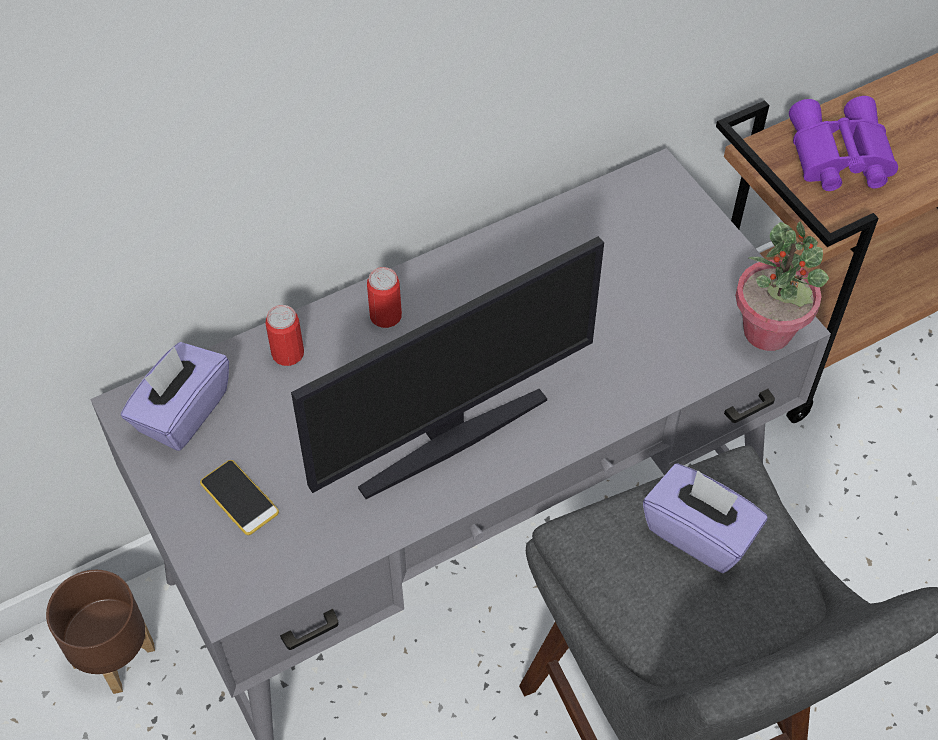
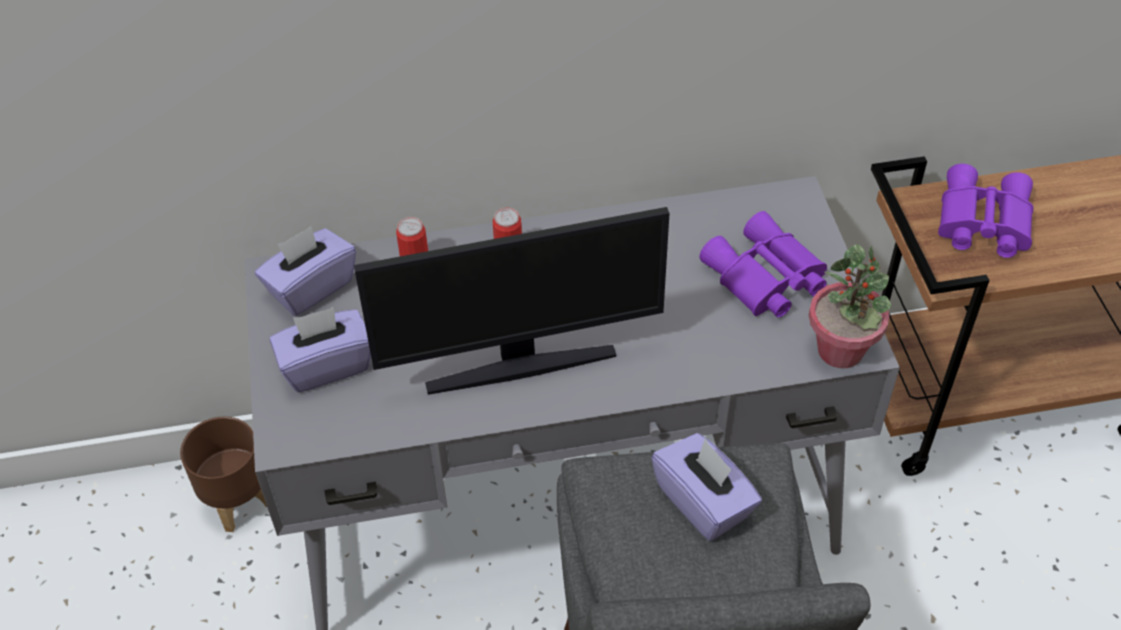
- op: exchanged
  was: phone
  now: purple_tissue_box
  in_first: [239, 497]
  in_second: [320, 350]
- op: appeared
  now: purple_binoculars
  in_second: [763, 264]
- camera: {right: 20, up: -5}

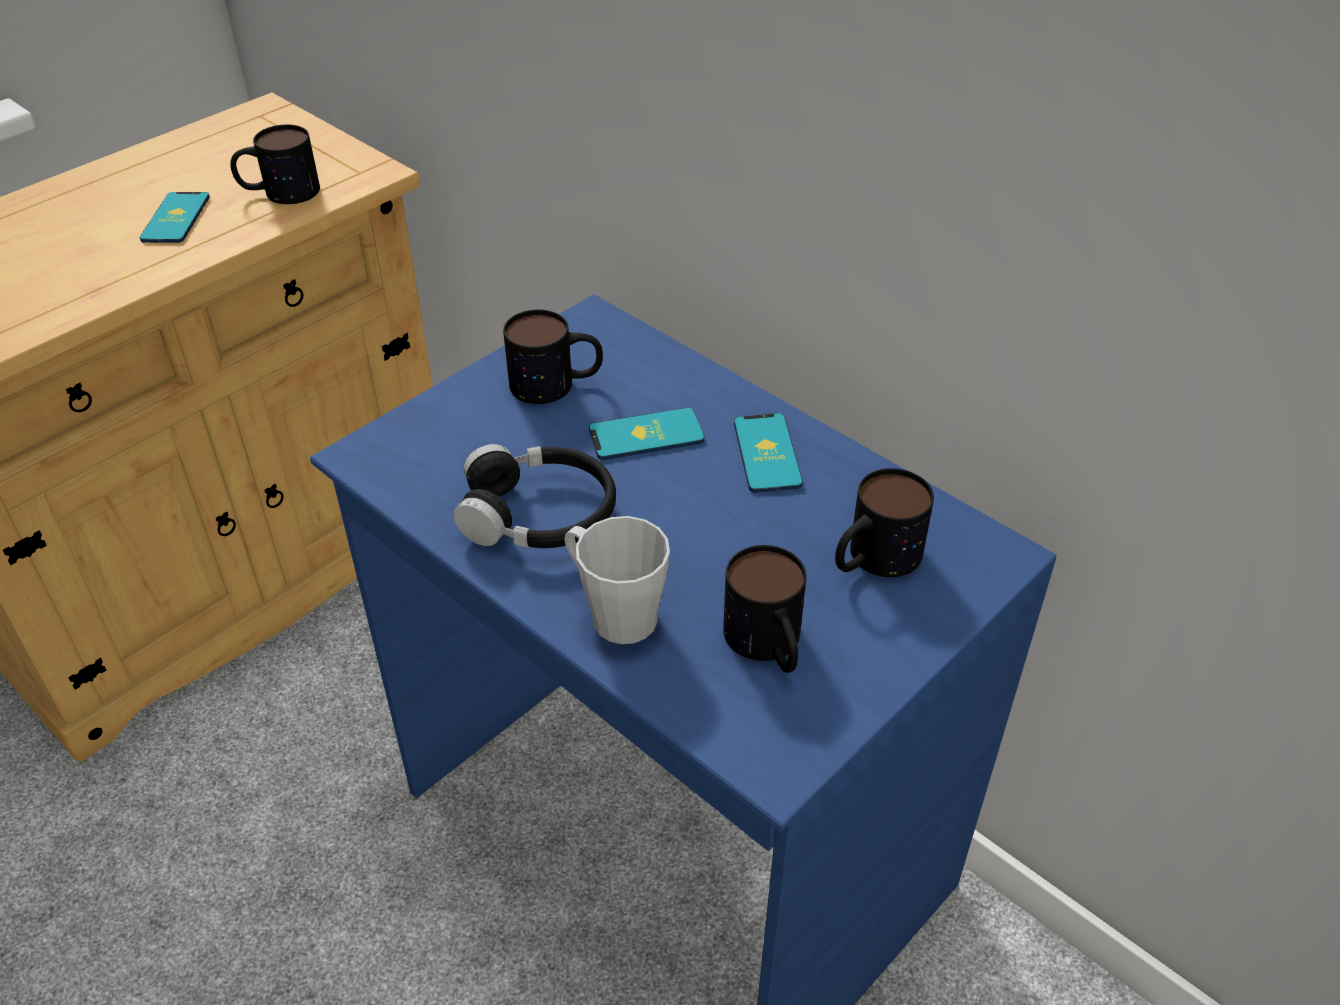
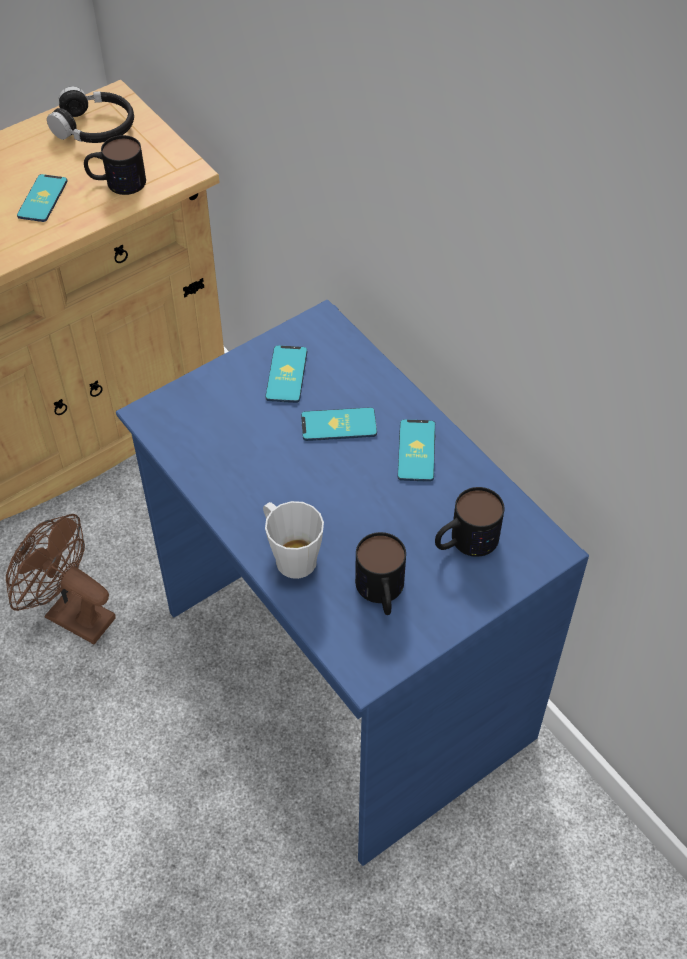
- op: relocated
  was: black_headphones
  in_first: [534, 496]
  in_second: [90, 115]
- op: exchanged
  was: mug
  now: phone
  in_first: [553, 357]
  in_second: [286, 374]
- op: appeared
  now: brown_fan
  in_second: [61, 579]
- camera: {right: 10, up: 10}

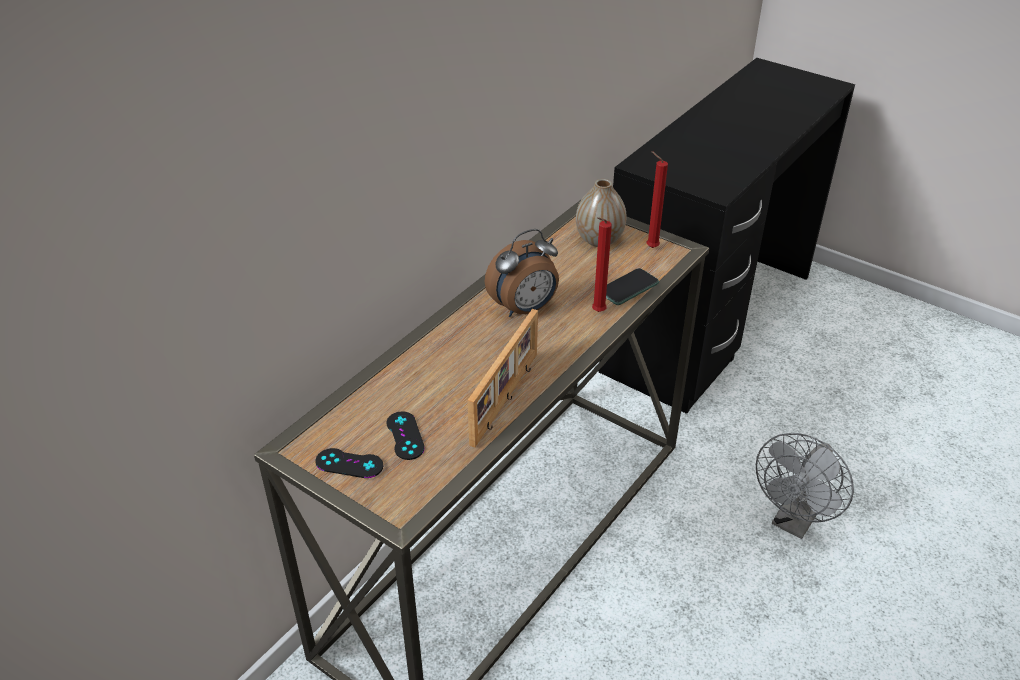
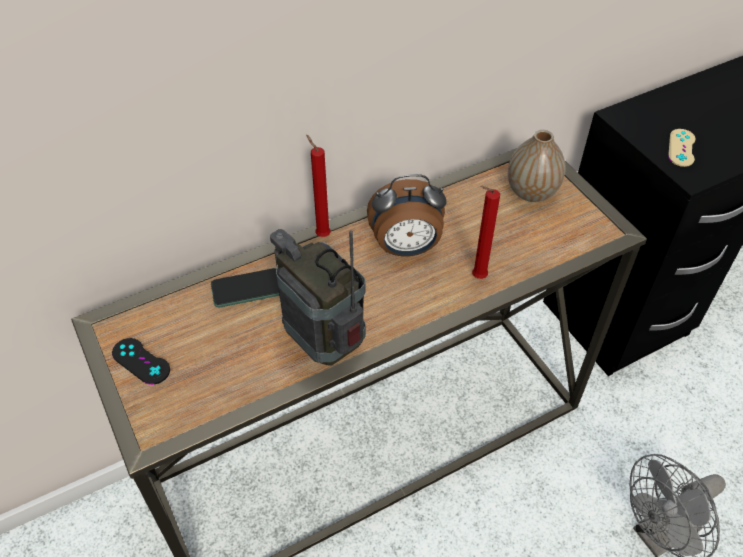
- op: missing
  was: black_game_controller
  in_first: [406, 435]
- op: exchanged
  was: picture_frame
  now: radio
  in_first: [502, 378]
  in_second: [318, 297]
- op: relocated
  was: phone
  in_first: [632, 286]
  in_second: [245, 287]
- op: relocated
  was: red_candle
  in_first: [657, 199]
  in_second: [318, 185]
- op: appeared
  now: beige_game_controller
  in_second: [682, 148]
- camera: {right: 25, up: 10}

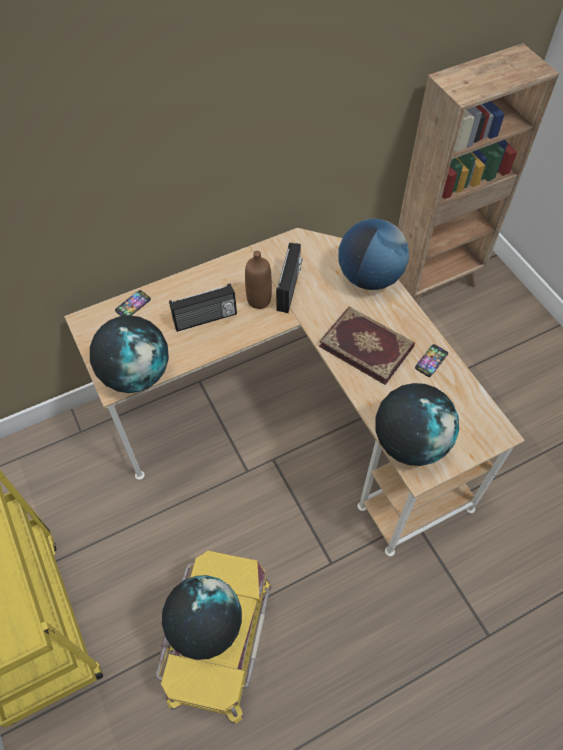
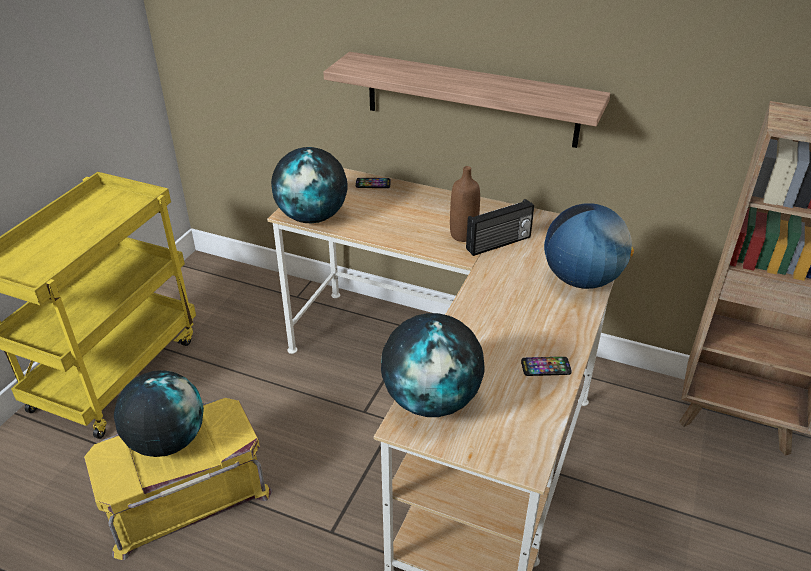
- op: missing
  was: radio
  in_first: [203, 307]
- op: missing
  was: book
  in_first: [367, 346]
- op: appeared
  now: shelf
  in_second: [466, 100]
- camera: {right: 50, up: -20}

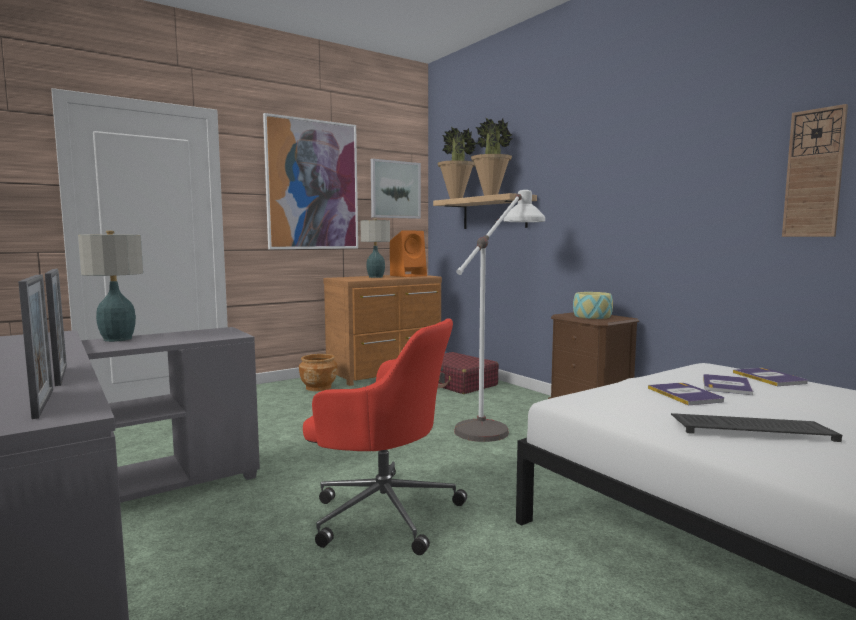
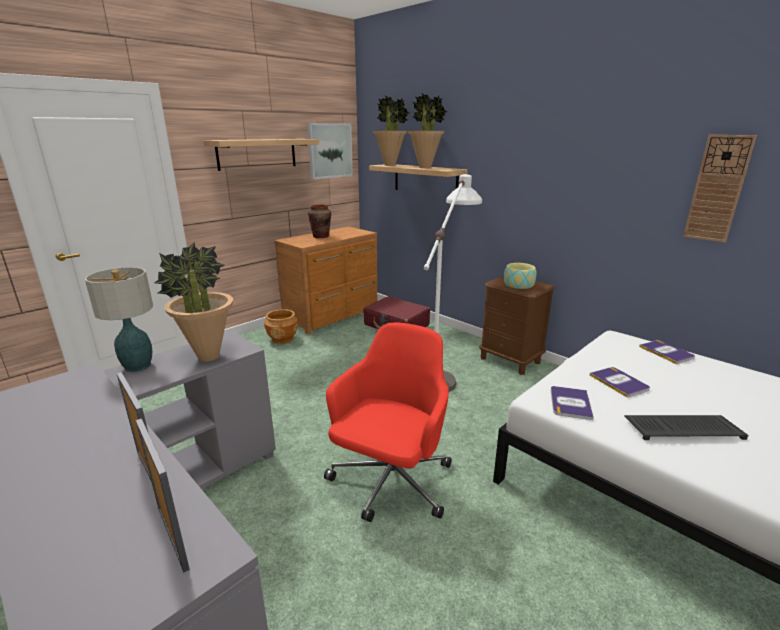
- op: exchanged
  was: picture
  now: shelf
  in_first: [310, 181]
  in_second: [261, 155]
- op: spun
  was: red_office_chair
  in_first: [385, 436]
  in_second: [388, 422]
  clockwise: -75
- op: exchanged
  was: table_lamp
  now: brown_vase
  in_first: [375, 248]
  in_second: [319, 221]
- op: missing
  was: orange_speaker
  in_first: [408, 253]
- op: relocated
  was: book
  in_first: [728, 384]
  in_second: [572, 403]
- op: appeared
  now: potted_plant
  in_second: [193, 302]
- camera: {right: -10, up: 15}

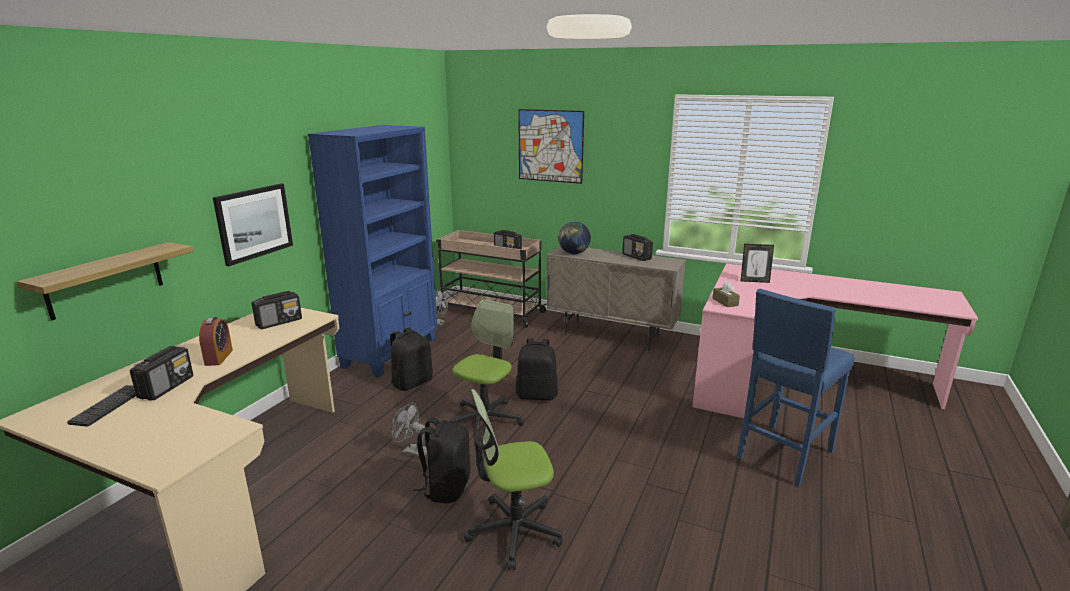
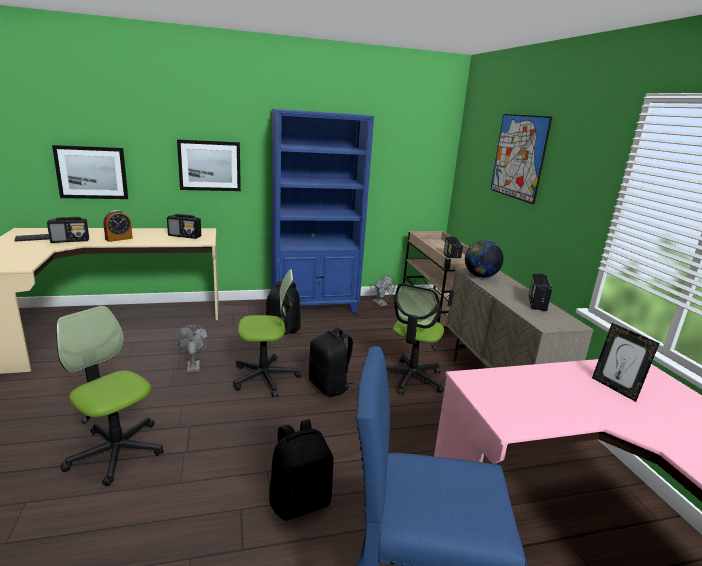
- op: exchanged
  was: shelf
  now: picture
  in_first: [105, 281]
  in_second: [90, 172]
- op: relocated
  was: black_backpack
  in_first: [442, 460]
  in_second: [301, 470]
- op: missing
  was: brown_tissue_box
  in_first: [726, 294]
- op: appeared
  now: office_chair
  in_second: [415, 339]
- camera: {right: 50, up: 0}

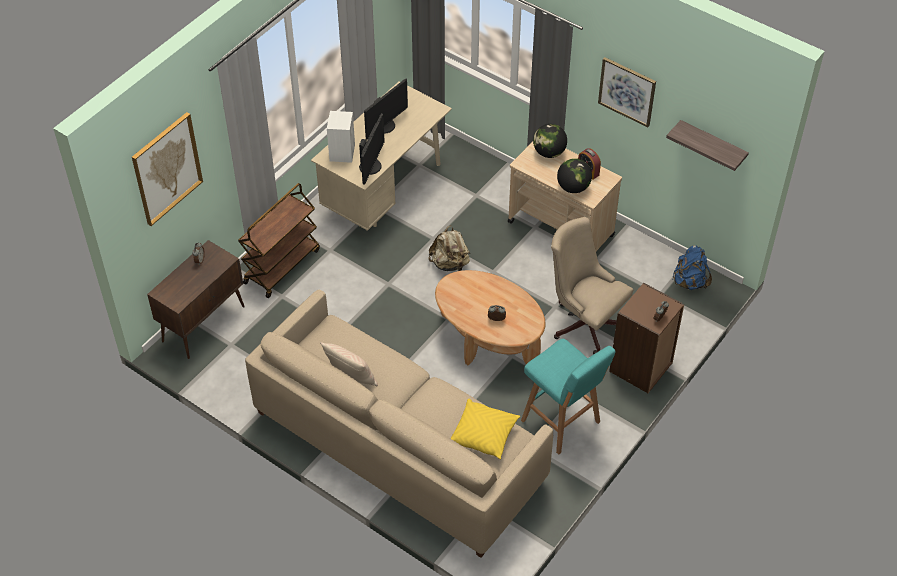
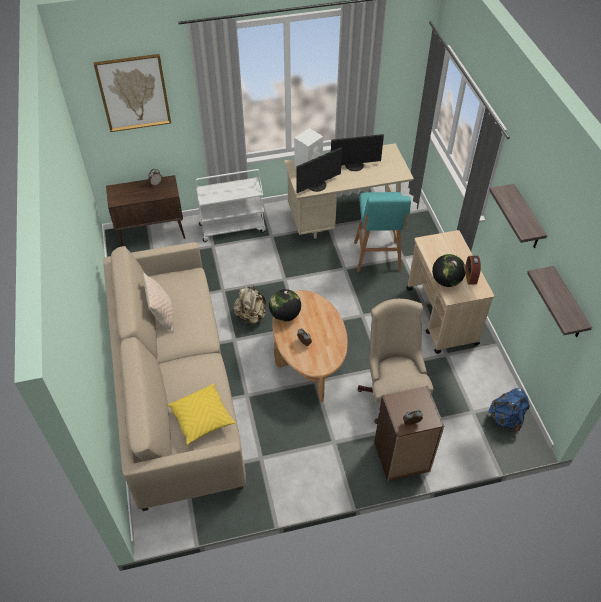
- op: colour
  was: brown_cart
  now: white_cart
  in_first: [279, 240]
  in_second: [231, 205]
- op: relocated
  was: beige_backpack
  in_first: [449, 248]
  in_second: [249, 305]
- op: relocated
  was: turquoise_stool
  in_first: [568, 397]
  in_second: [382, 232]
- op: relocated
  was: globe
  in_first: [550, 141]
  in_second: [285, 305]
- op: exchanged
  was: picture
  now: shelf
  in_first: [627, 92]
  in_second: [518, 216]
- camera: {right: 40, up: 0}

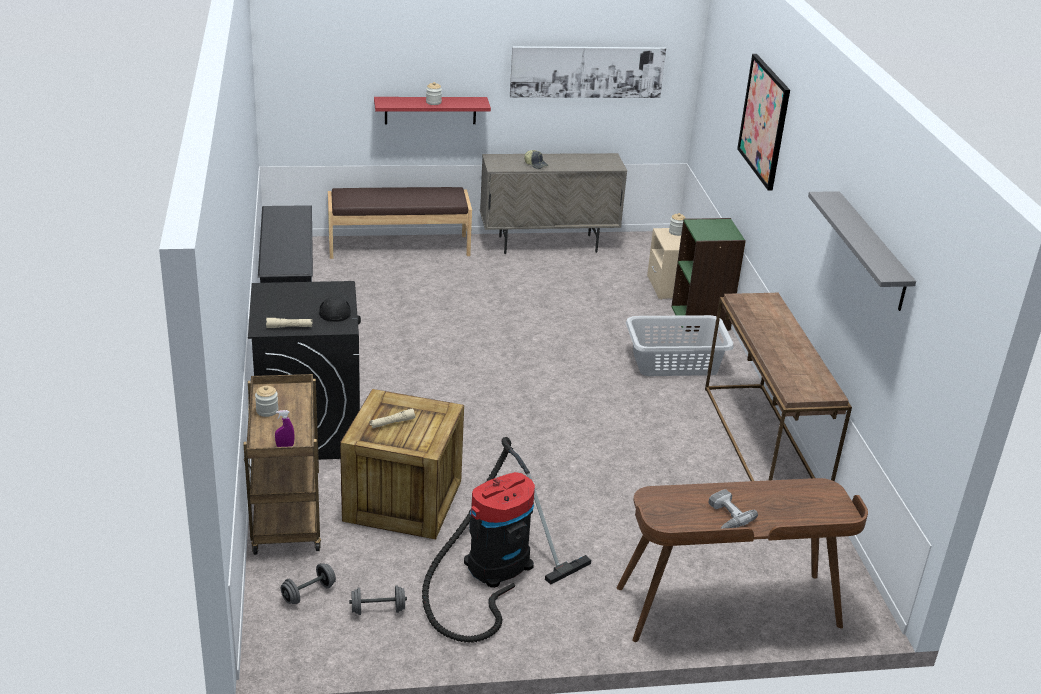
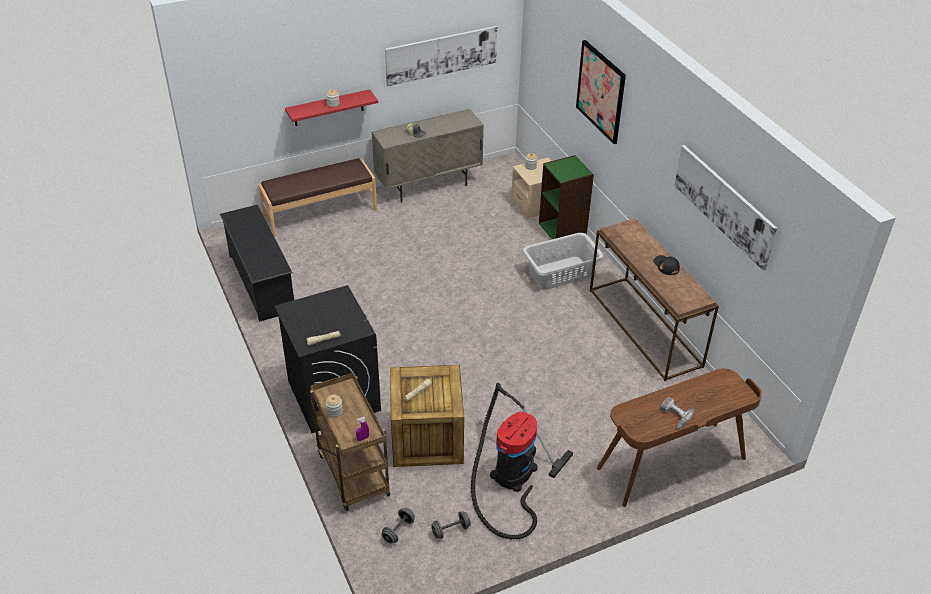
- op: relocated
  was: black_cap
  in_first: [335, 309]
  in_second: [666, 265]
- op: exchanged
  was: grey_shelf
  now: picture
  in_first: [862, 251]
  in_second: [725, 208]
- camera: {right: -15, up: 10}

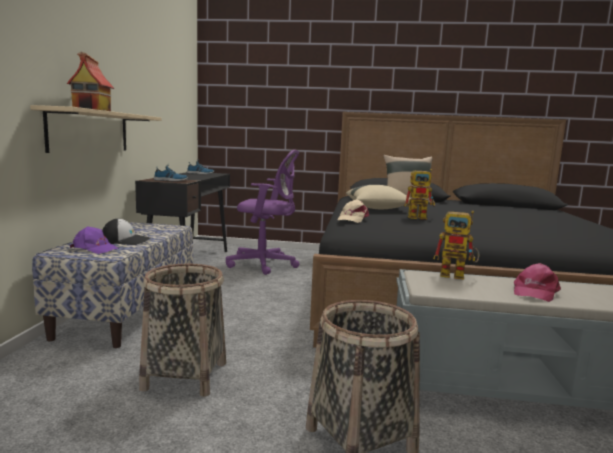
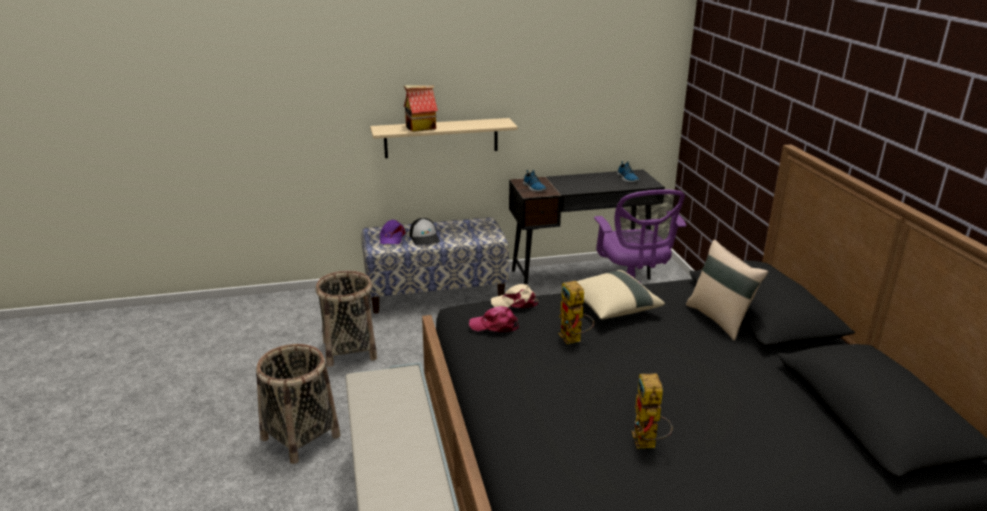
- op: relocated
  was: toy_robot
  in_first: [456, 245]
  in_second: [652, 411]
- op: relocated
  was: pink_cap
  in_first: [537, 282]
  in_second: [494, 319]
- camera: {right: 70, up: 15}

